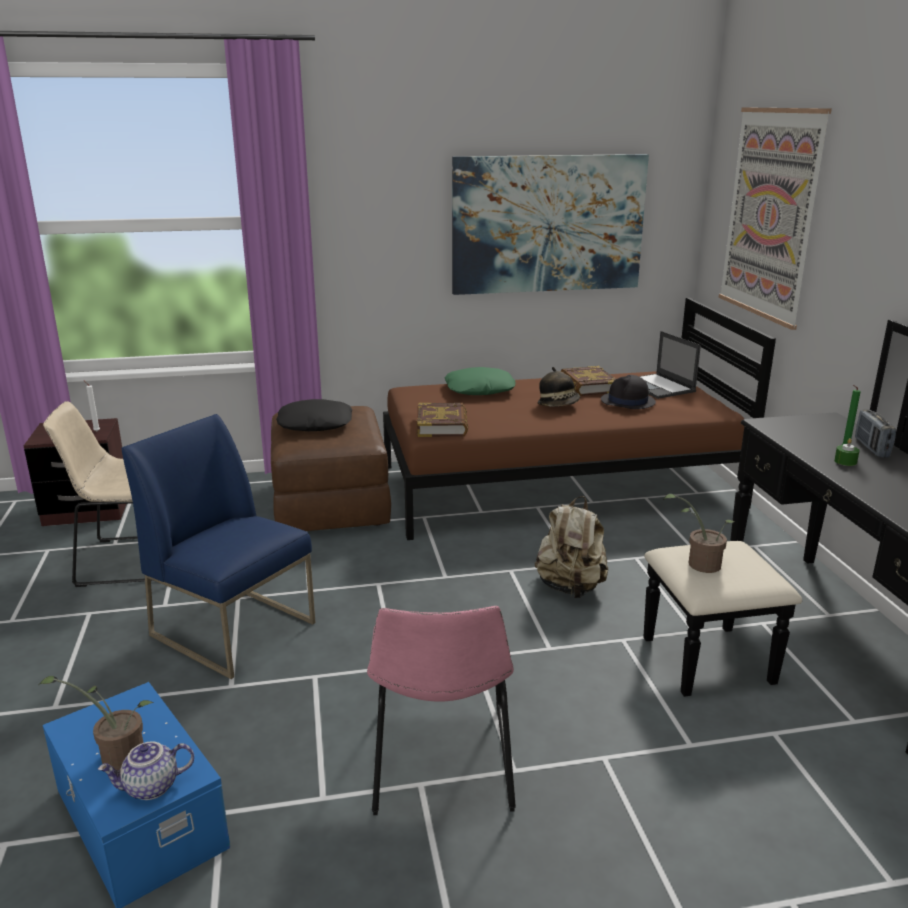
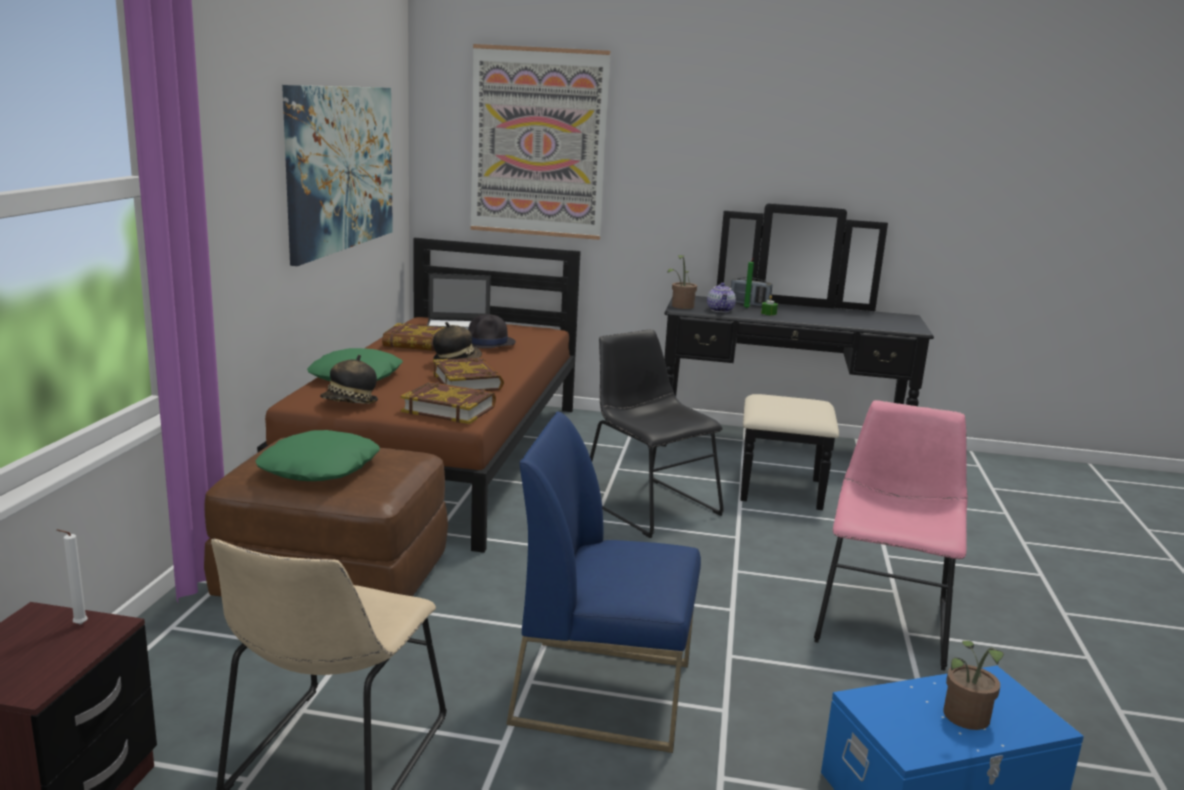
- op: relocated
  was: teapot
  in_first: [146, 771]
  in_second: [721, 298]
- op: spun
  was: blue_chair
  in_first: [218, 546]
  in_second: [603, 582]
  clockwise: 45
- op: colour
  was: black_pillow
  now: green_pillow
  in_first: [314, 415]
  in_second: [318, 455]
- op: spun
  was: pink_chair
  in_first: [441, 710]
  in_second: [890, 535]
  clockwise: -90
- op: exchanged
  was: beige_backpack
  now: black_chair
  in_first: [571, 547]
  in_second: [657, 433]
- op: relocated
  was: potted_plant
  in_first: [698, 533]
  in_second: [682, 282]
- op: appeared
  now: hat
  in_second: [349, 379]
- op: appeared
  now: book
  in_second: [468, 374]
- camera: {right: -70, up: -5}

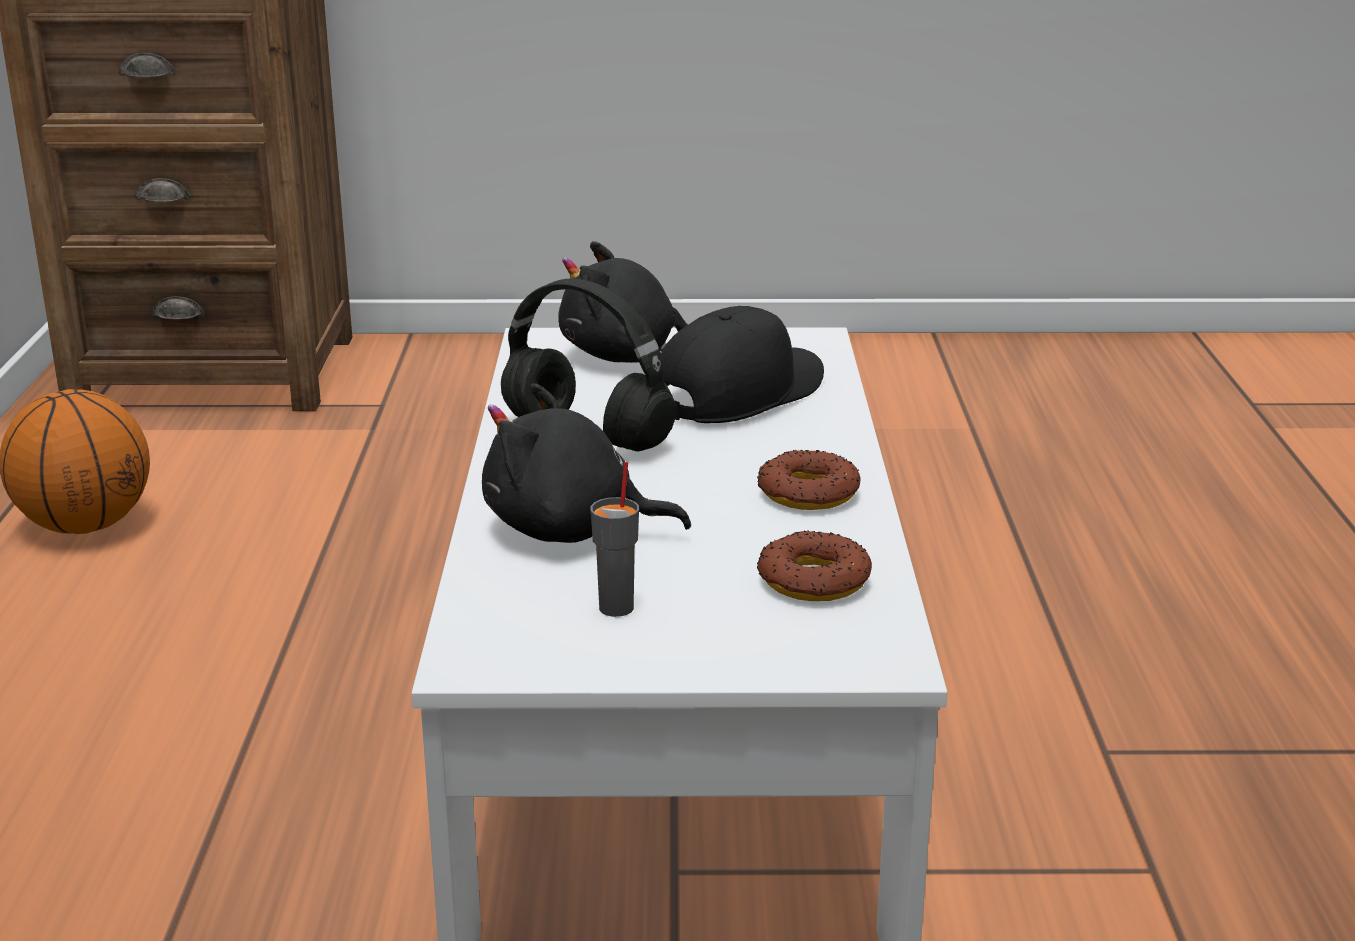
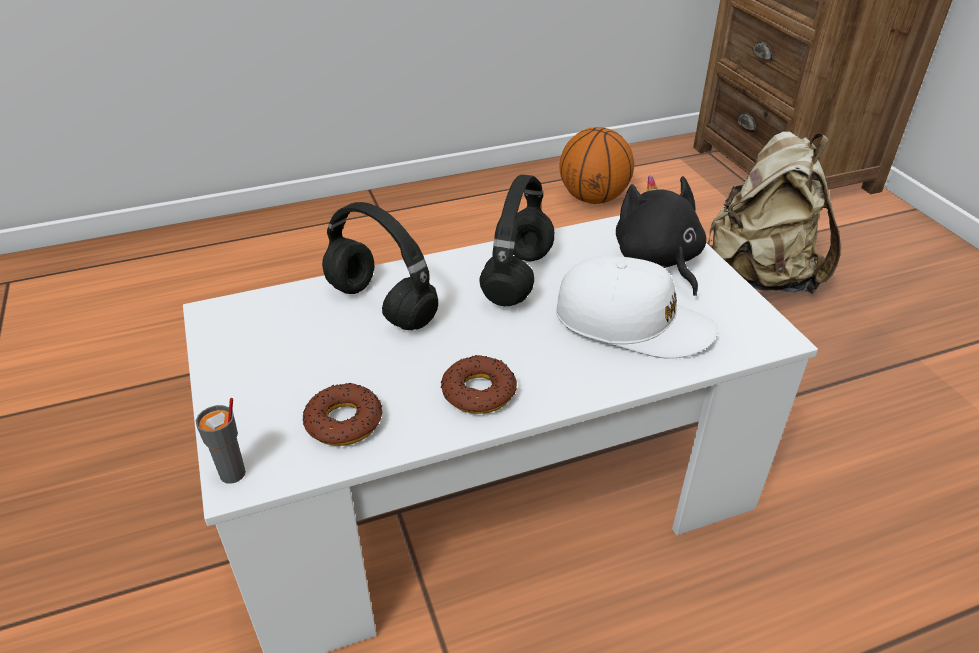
- op: exchanged
  was: black_plush_toy
  now: black_headphones
  in_first: [586, 463]
  in_second: [380, 266]
- op: relocated
  was: grey_cup
  in_first: [614, 539]
  in_second: [221, 441]
- op: colour
  was: black_cap
  now: white_cap
  in_first: [742, 364]
  in_second: [637, 307]
- op: appeared
  now: beige_backpack
  in_second: [774, 212]
- camera: {right: 70, up: 15}

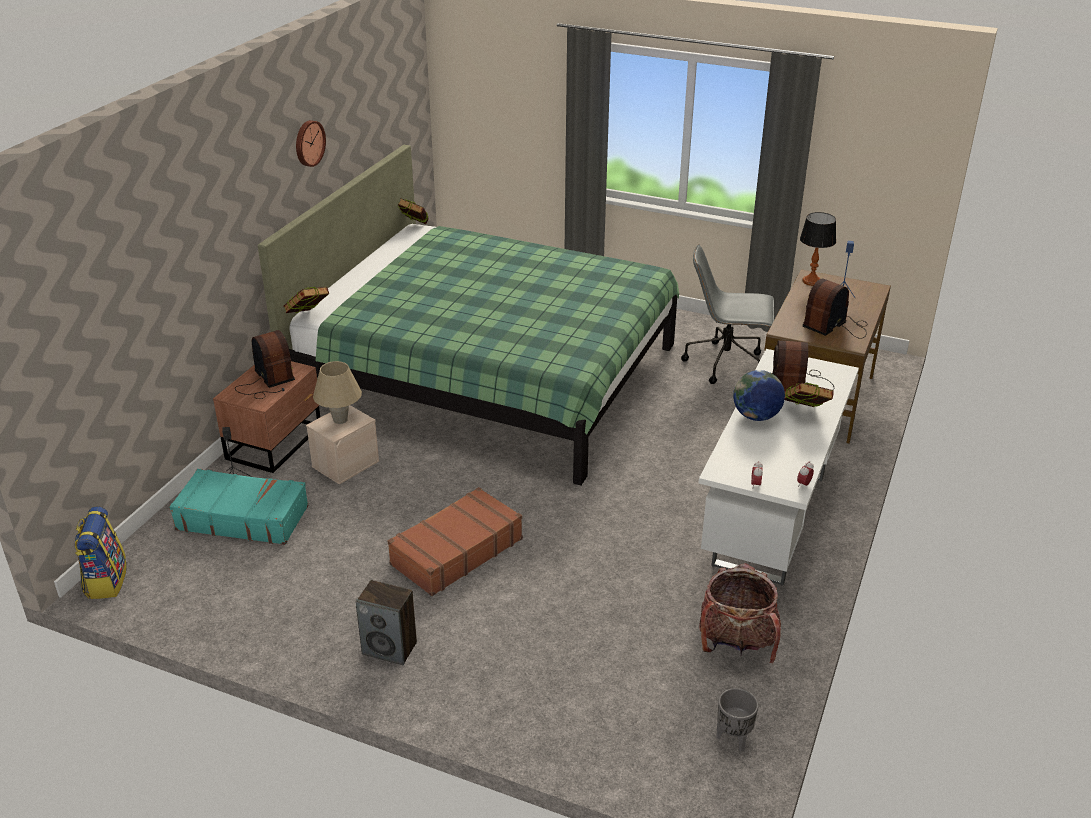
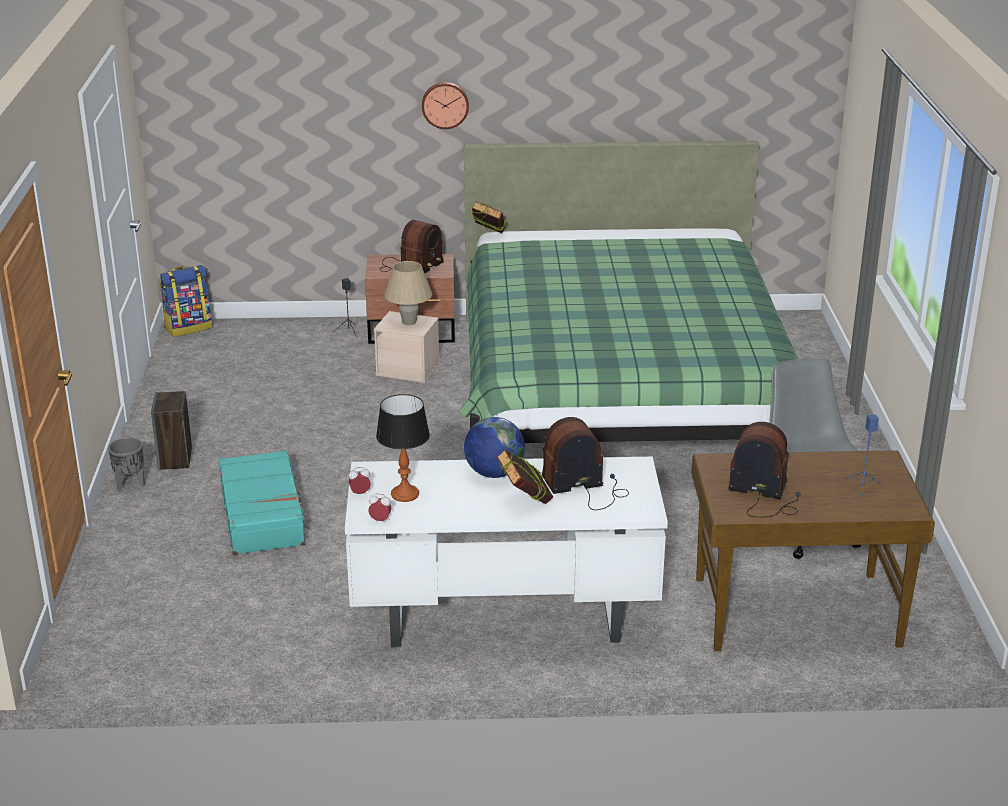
- op: relocated
  was: turquoise_suitcase
  in_first: [238, 507]
  in_second: [263, 502]
- op: relocated
  was: wall_clock
  in_first: [311, 143]
  in_second: [445, 105]
- op: missing
  was: brown_suitcase
  in_first: [455, 541]
- op: missing
  was: book
  in_first: [413, 211]
- op: missing
  was: backpack
  in_first: [740, 613]
- op: relocated
  was: grey_planter
  in_first: [737, 720]
  in_second: [126, 464]
- op: relocated
  was: table_lamp
  in_first: [818, 249]
  in_second: [403, 448]
- camera: {right: 65, up: -5}

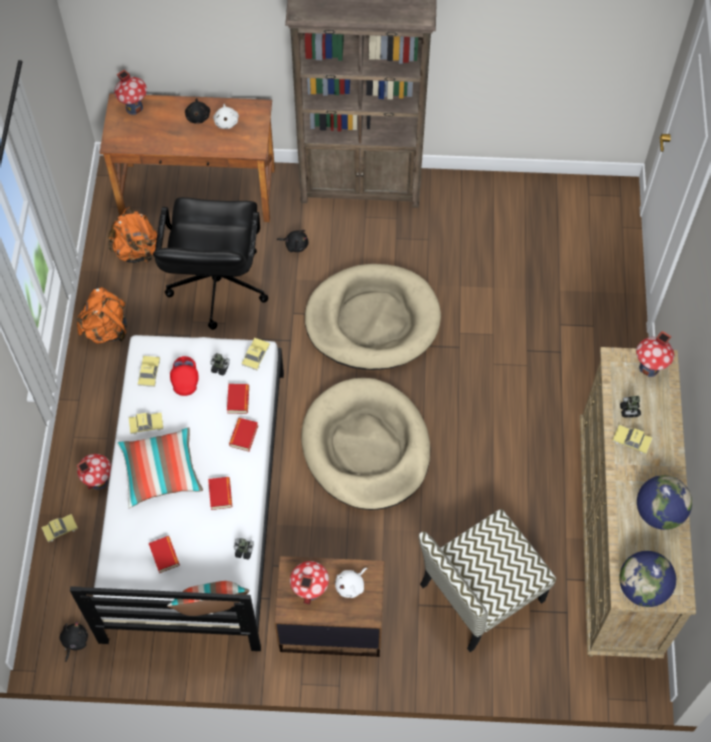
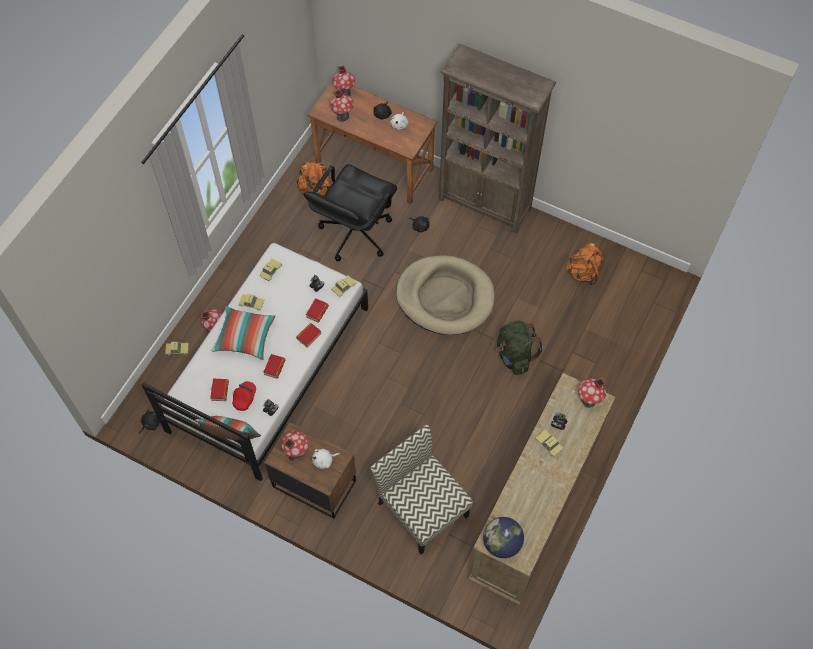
- op: relocated
  was: orange_backpack
  in_first: [101, 315]
  in_second: [585, 264]
- op: relocated
  was: red_cap
  in_first: [184, 376]
  in_second: [244, 396]
- op: missing
  was: beige_dog_bed
  in_first: [366, 444]
- op: spun
  was: chair
  in_first: [487, 580]
  in_second: [421, 489]
  clockwise: 60
- op: missing
  was: globe
  in_first: [664, 502]
- op: appeared
  now: toy_house
  in_second: [342, 105]
- op: appeared
  now: green_backpack
  in_second: [519, 348]
- camera: {right: 25, up: 0}

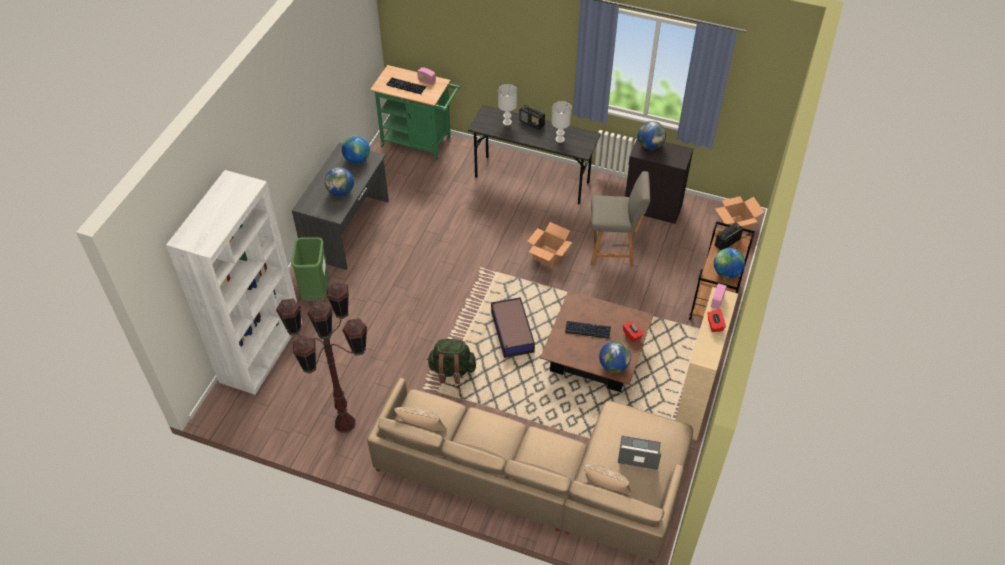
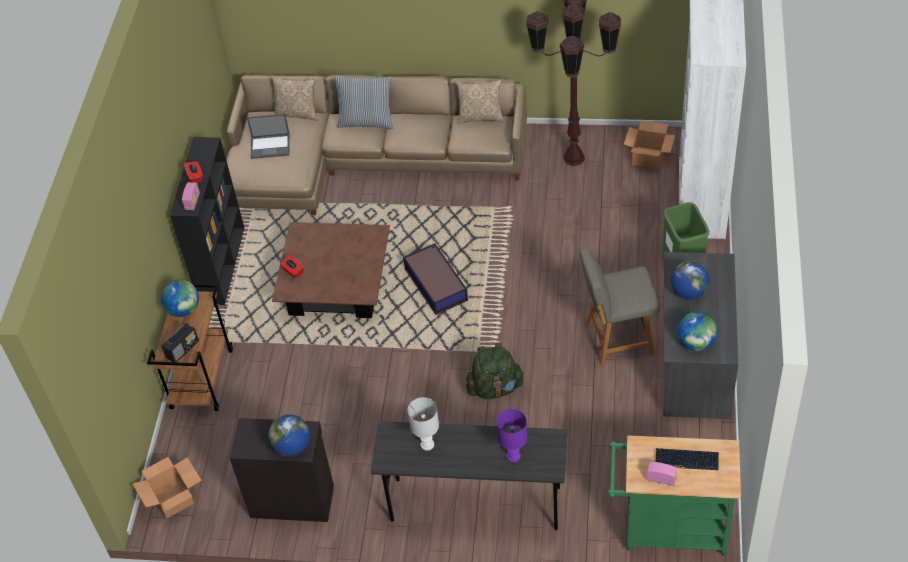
- op: relocated
  was: green_backpack
  in_first: [451, 361]
  in_second: [495, 370]
- op: colour
  was: white_table_lamp
  now: purple_table_lamp
  in_first: [507, 105]
  in_second: [512, 435]
- op: missing
  was: radio
  in_first: [532, 117]
- op: relocated
  was: cardboard_box
  in_first: [549, 245]
  in_second: [649, 144]
- op: missing
  was: keyboard
  in_first: [588, 330]
- op: relocated
  was: grey_chair
  in_first: [620, 219]
  in_second: [619, 306]
- op: missing
  was: globe
  in_first: [615, 357]
- op: colour
  was: beige_bookcase
  now: black_bookcase
  in_first: [707, 364]
  in_second: [207, 221]
- op: appeared
  now: pillow
  in_second: [363, 102]
- camera: {right: 170, up: 0}

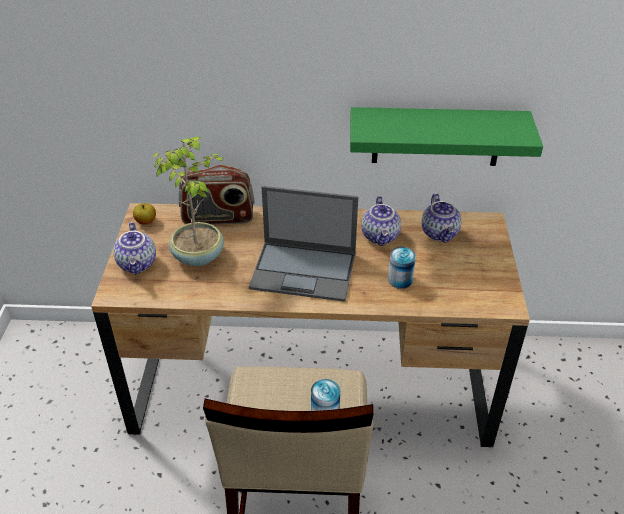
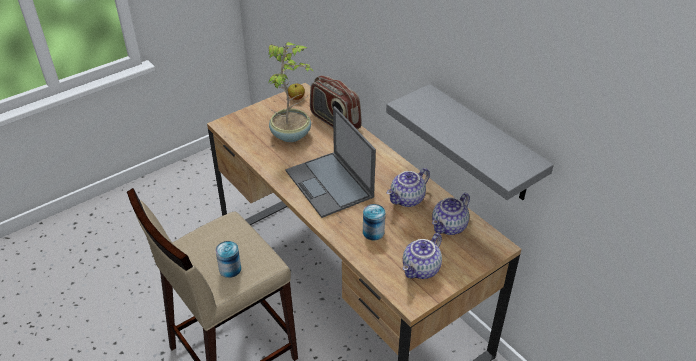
- op: relocated
  was: teapot
  in_first: [134, 248]
  in_second: [422, 256]
- op: colour
  was: green_shelf
  now: grey_shelf
  in_first: [446, 136]
  in_second: [470, 142]
- camera: {right: 50, up: 0}

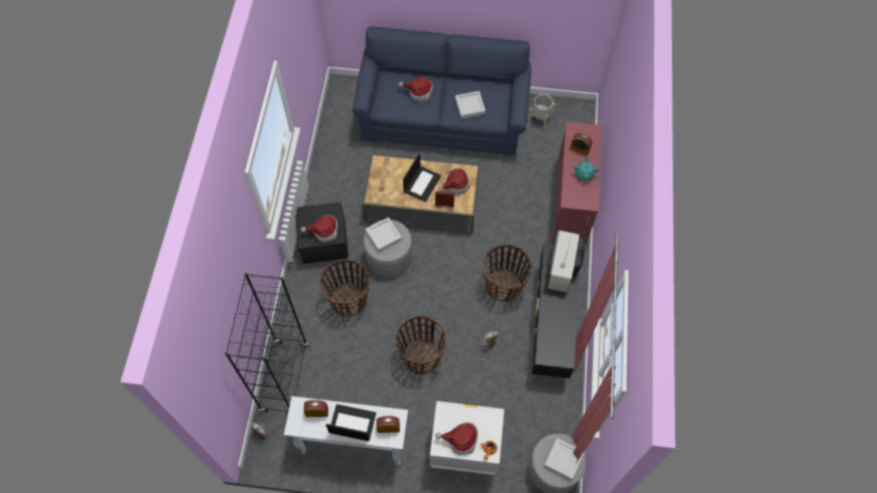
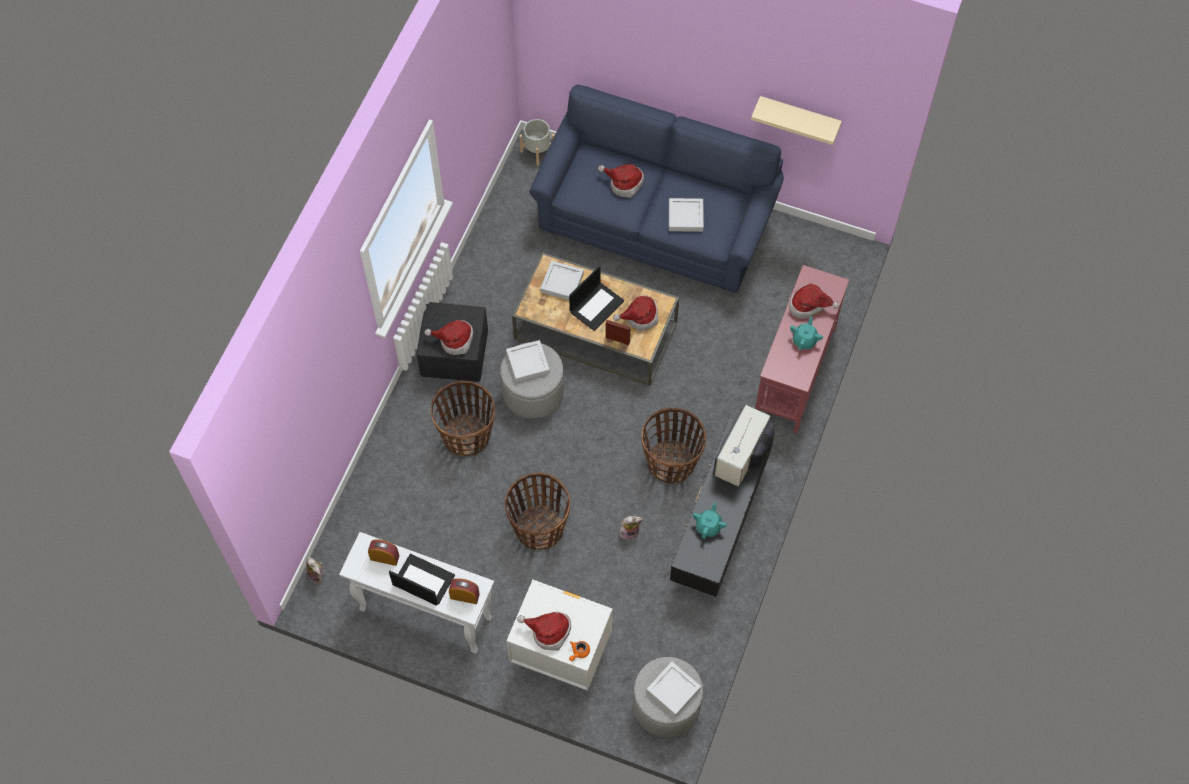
- op: missing
  was: black_bookcase
  in_first: [266, 344]
- op: relocated
  was: grey_planter
  in_first: [541, 111]
  in_second: [537, 142]
- op: exchanged
  was: alarm_clock
  now: hat
  in_first: [581, 144]
  in_second: [814, 301]
- op: appeared
  now: grey_tray
  in_second: [562, 280]
- op: appeared
  now: turquoise_teapot
  in_second: [710, 520]
- op: appeared
  now: beige_shelf
  in_second: [796, 120]
- camera: {right: 15, up: 0}

